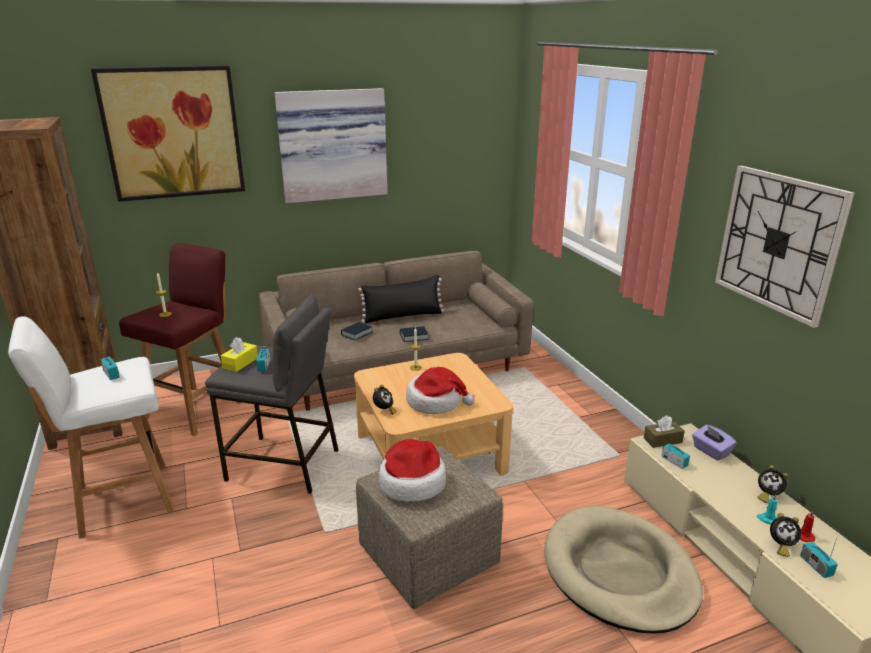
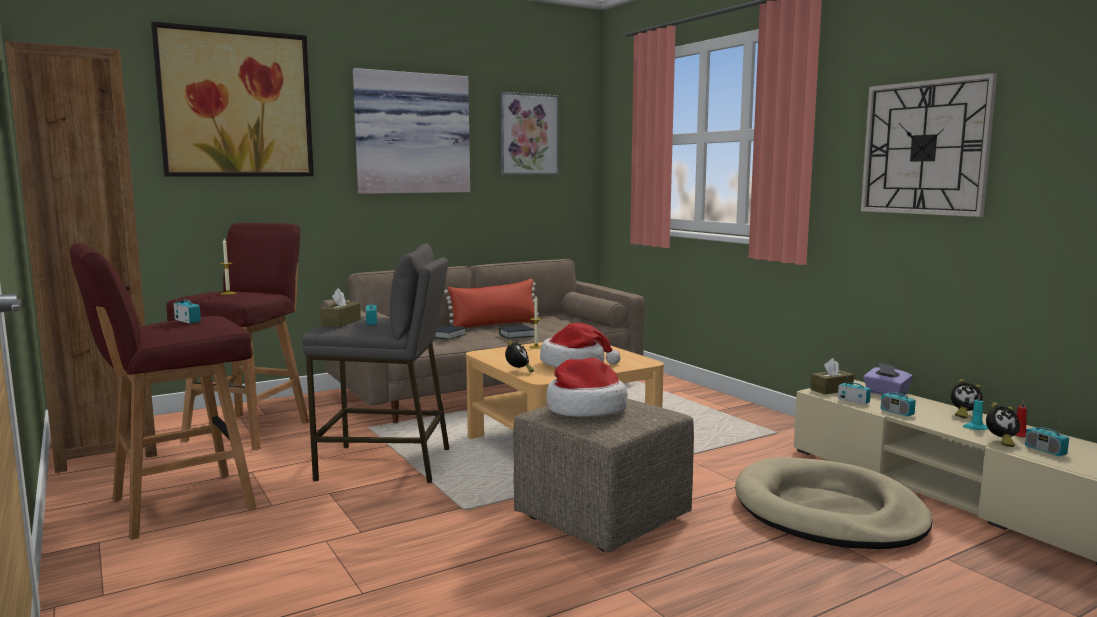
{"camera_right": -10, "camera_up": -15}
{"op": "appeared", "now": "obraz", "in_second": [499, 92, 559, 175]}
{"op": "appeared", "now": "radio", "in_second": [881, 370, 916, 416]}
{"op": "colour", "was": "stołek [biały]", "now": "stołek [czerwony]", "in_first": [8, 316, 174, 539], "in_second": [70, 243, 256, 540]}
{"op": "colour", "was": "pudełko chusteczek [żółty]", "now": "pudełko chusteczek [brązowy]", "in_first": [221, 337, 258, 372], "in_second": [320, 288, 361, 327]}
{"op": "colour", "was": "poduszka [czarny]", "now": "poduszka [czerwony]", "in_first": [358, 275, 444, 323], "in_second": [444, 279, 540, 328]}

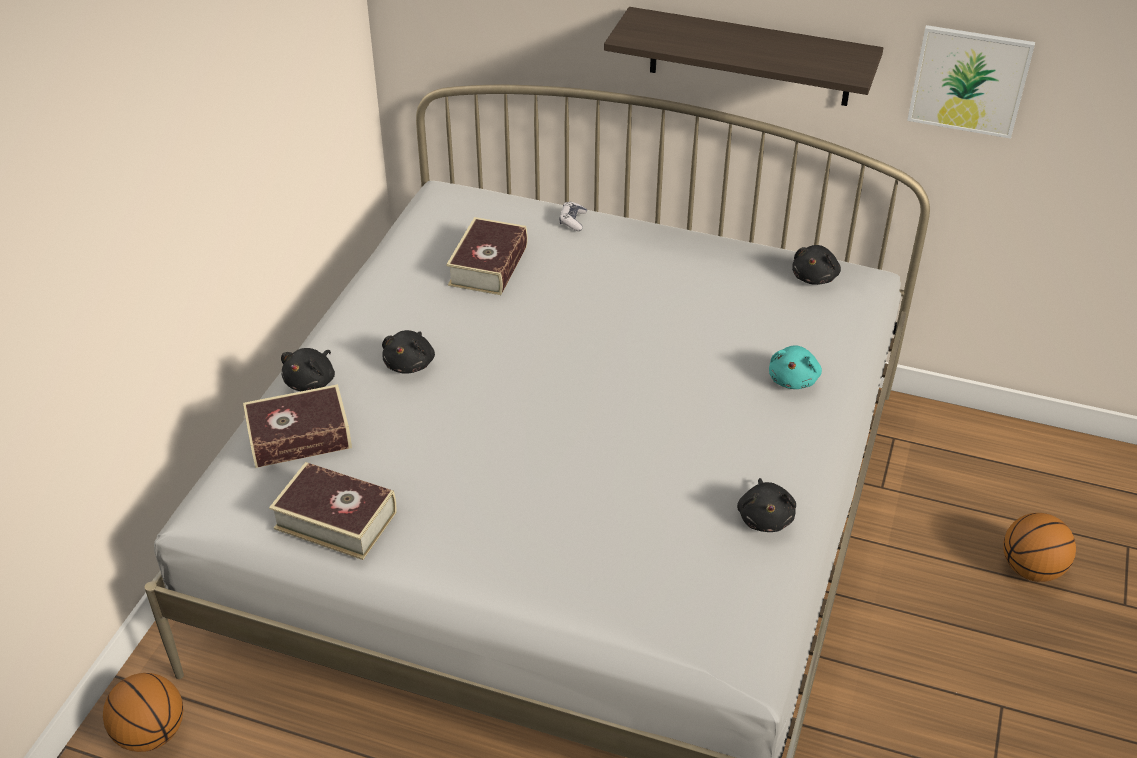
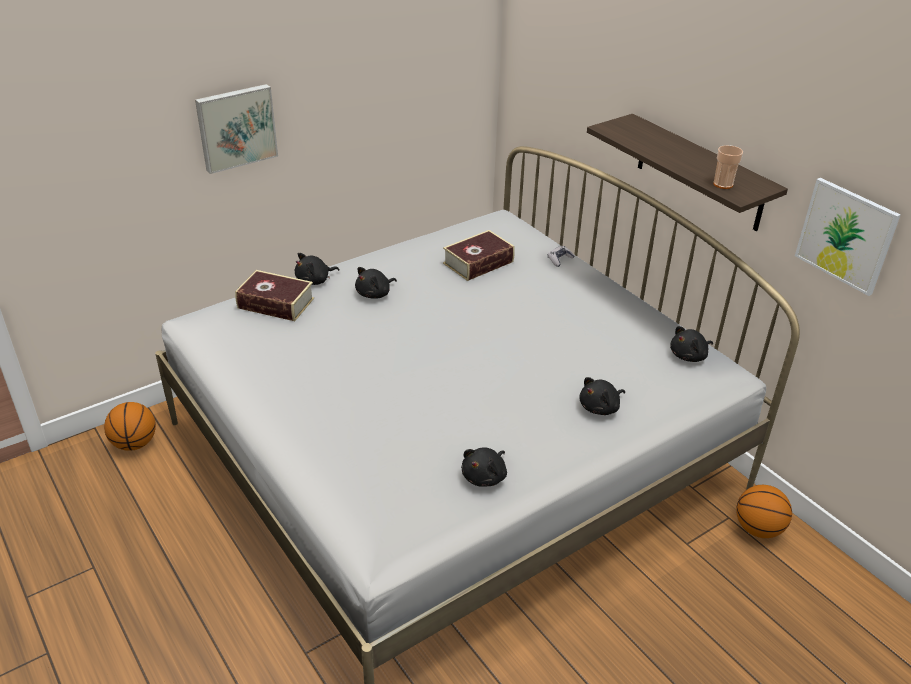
{"camera_right": 35, "camera_up": -5}
{"op": "missing", "was": "książka", "in_first": [269, 462, 396, 560]}
{"op": "appeared", "now": "obraz", "in_second": [195, 84, 278, 174]}
{"op": "appeared", "now": "filiżanka", "in_second": [713, 145, 743, 189]}
{"op": "relocated", "was": "piłka do koszykówki", "in_first": [1003, 513, 1076, 582], "in_second": [736, 485, 792, 538]}
{"op": "colour", "was": "pluszak [turkusowy]", "now": "pluszak [czarny]", "in_first": [769, 345, 822, 389], "in_second": [580, 377, 625, 415]}

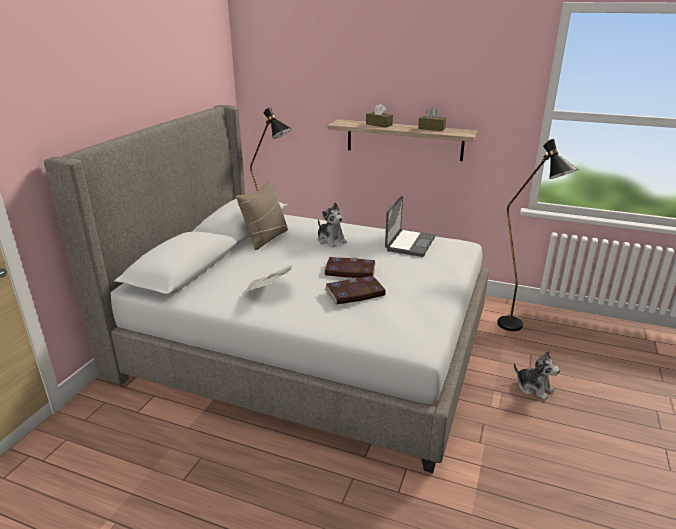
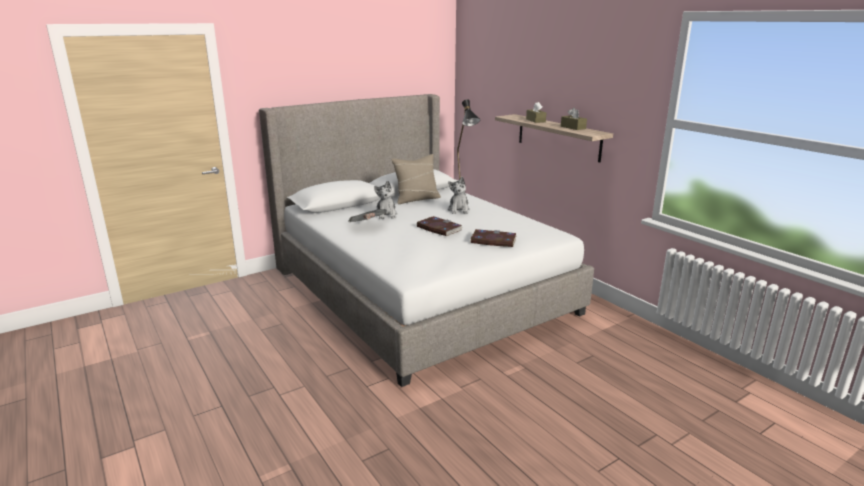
{"camera_right": 35, "camera_up": -5}
{"op": "missing", "was": "laptop", "in_first": [385, 196, 436, 257]}
{"op": "missing", "was": "lampa stojąca [czarny]", "in_first": [497, 139, 578, 331]}
{"op": "relocated", "was": "książka", "in_first": [325, 276, 386, 304], "in_second": [470, 229, 517, 247]}
{"op": "relocated", "was": "pluszak", "in_first": [514, 351, 560, 400], "in_second": [374, 181, 398, 219]}

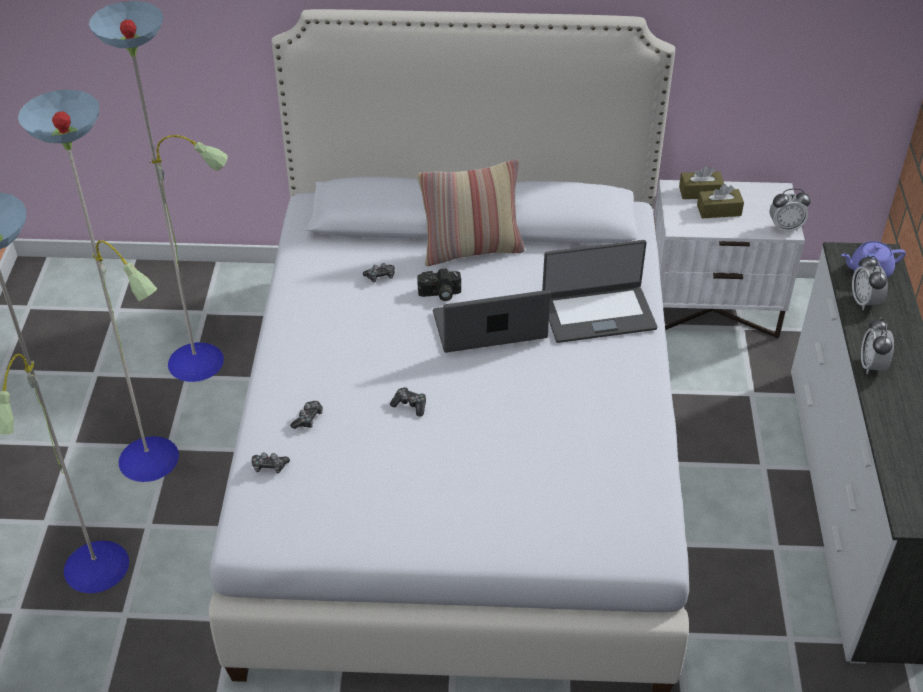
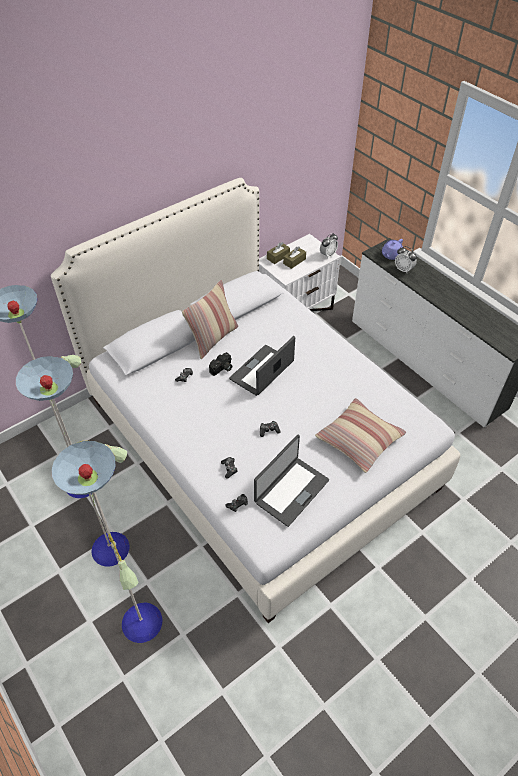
{"camera_right": -40, "camera_up": 5}
{"op": "missing", "was": "budzik", "in_first": [861, 318, 894, 374]}
{"op": "appeared", "now": "poduszka", "in_second": [315, 398, 406, 473]}
{"op": "relocated", "was": "laptop", "in_first": [542, 240, 657, 343], "in_second": [254, 435, 329, 527]}

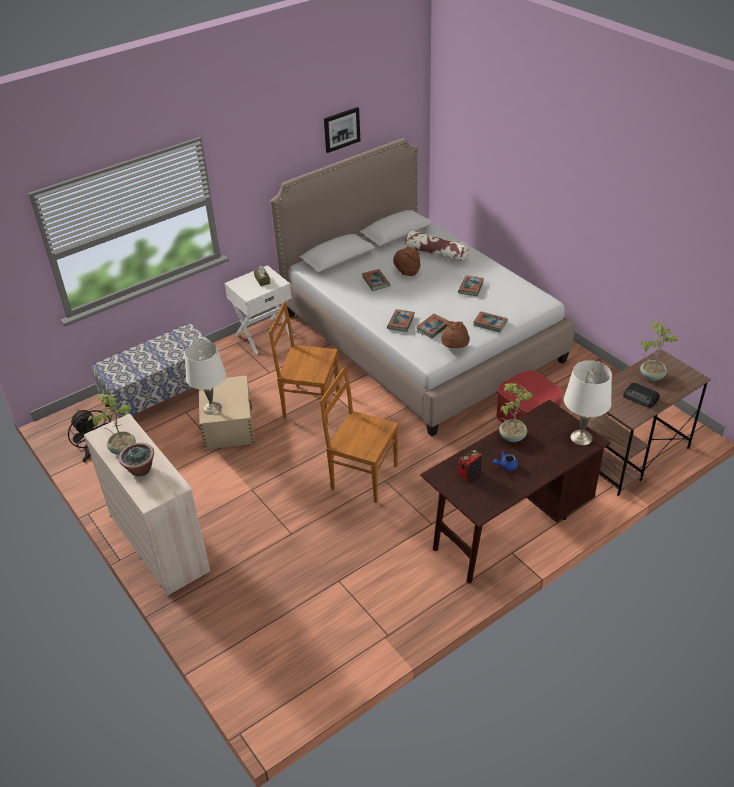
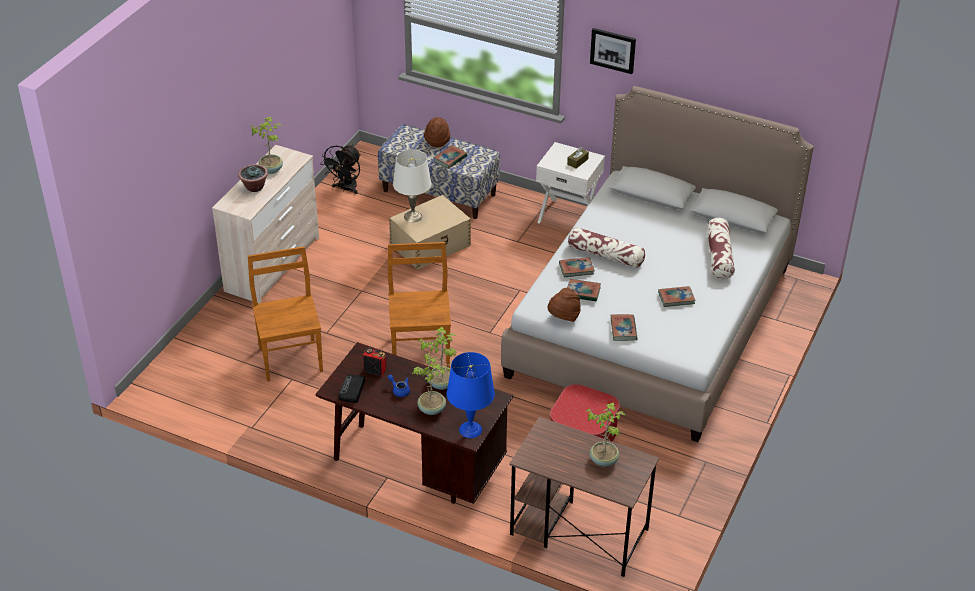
{"camera_right": 60, "camera_up": 0}
{"op": "appeared", "now": "roślina doniczkowa", "in_second": [412, 352, 451, 415]}
{"op": "appeared", "now": "poduszka", "in_second": [568, 227, 645, 268]}
{"op": "relocated", "was": "krzesło [brązowy]", "in_first": [269, 301, 339, 423], "in_second": [248, 246, 323, 382]}
{"op": "relocated", "was": "obraz", "in_first": [324, 107, 360, 153], "in_second": [590, 28, 636, 74]}
{"op": "relocated", "was": "książka", "in_first": [362, 269, 390, 291], "in_second": [433, 145, 467, 169]}
{"op": "relocated", "was": "kapelusz [brązowy]", "in_first": [393, 247, 420, 276], "in_second": [424, 117, 450, 147]}
{"op": "relocated", "was": "radio", "in_first": [623, 383, 660, 408], "in_second": [338, 375, 365, 403]}
{"op": "colour", "was": "lampa stołowa [biały]", "now": "lampa stołowa [niebieski]", "in_first": [564, 360, 612, 445], "in_second": [447, 352, 495, 438]}

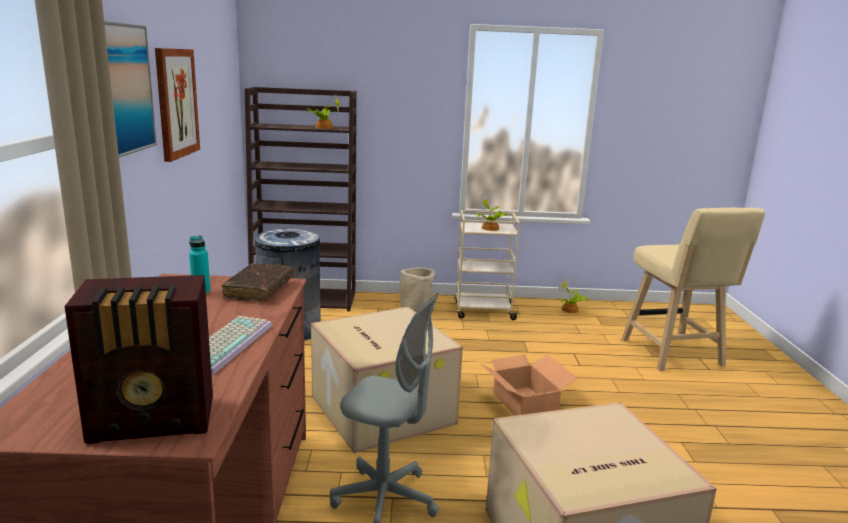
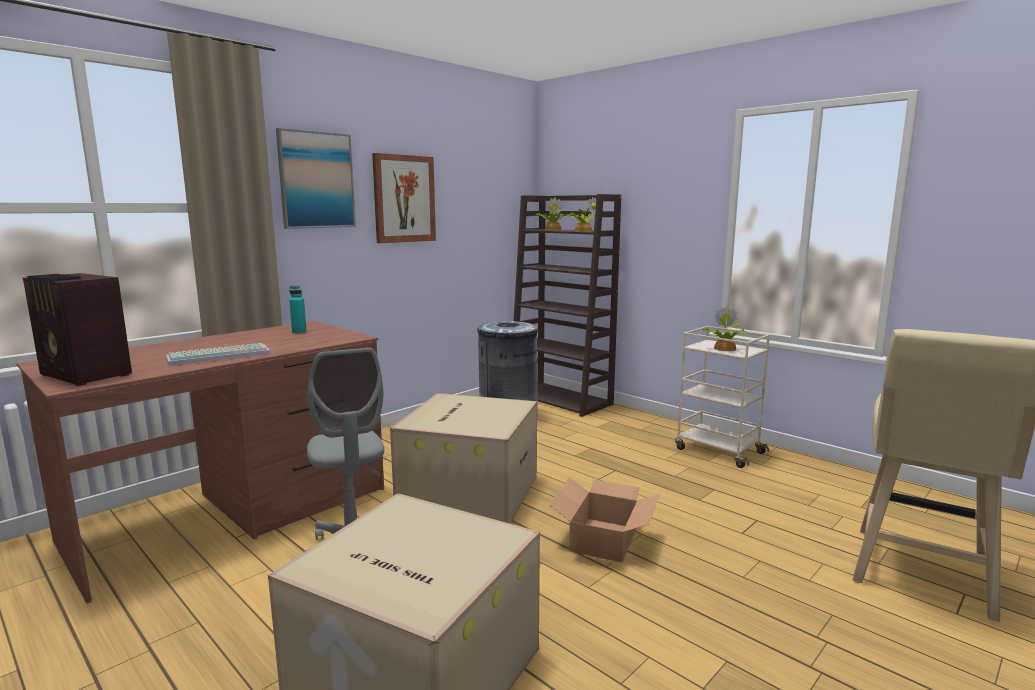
{"camera_right": 45, "camera_up": -5}
{"op": "missing", "was": "książka [brązowy]", "in_first": [222, 263, 293, 301]}
{"op": "missing", "was": "donica [beżowy]", "in_first": [400, 267, 435, 312]}
{"op": "relocated", "was": "roślina doniczkowa", "in_first": [558, 278, 590, 313], "in_second": [535, 197, 570, 230]}

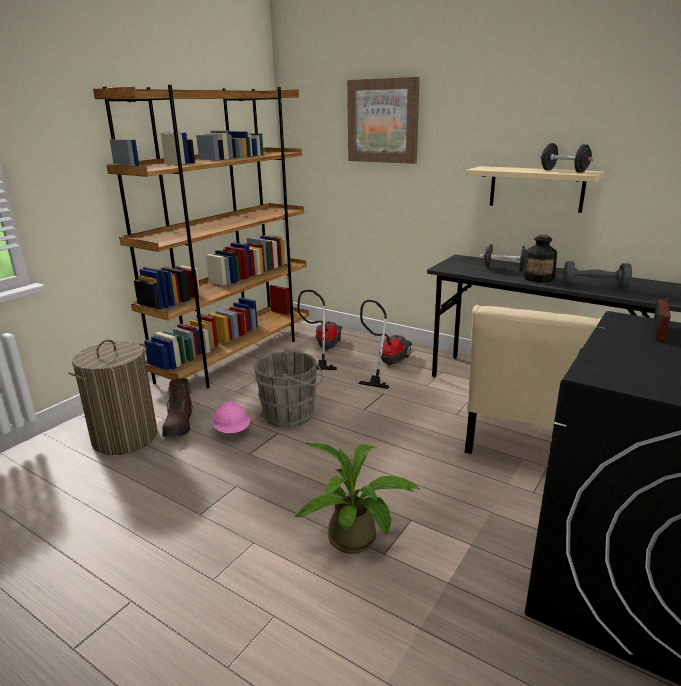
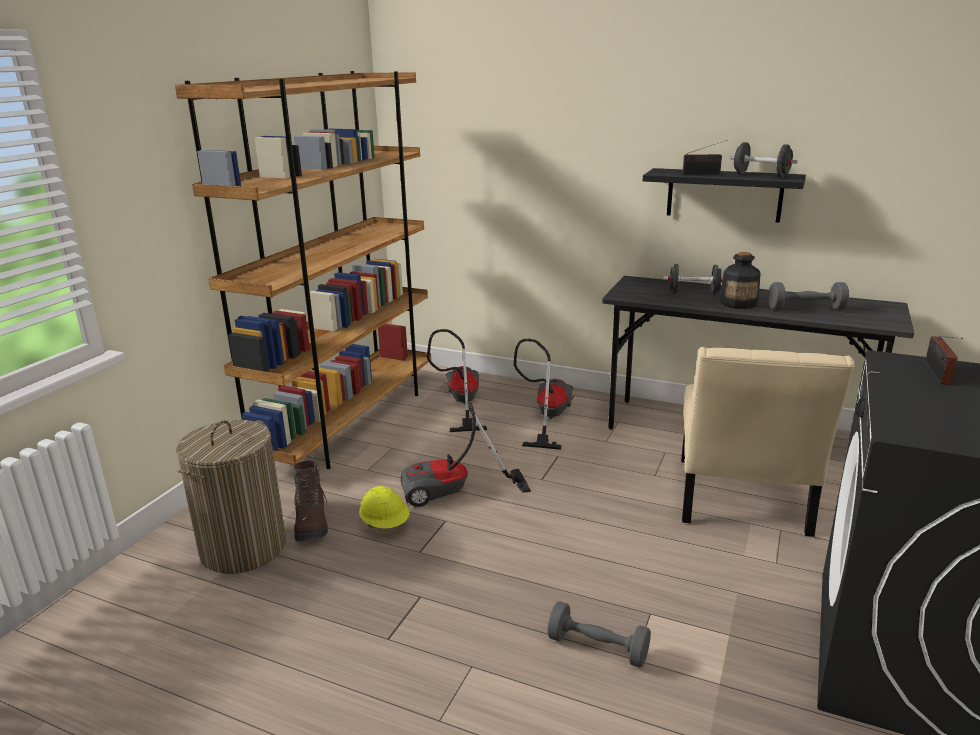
{"camera_right": -10, "camera_up": 0}
{"op": "missing", "was": "obraz", "in_first": [347, 77, 420, 164]}
{"op": "appeared", "now": "radio", "in_second": [682, 140, 727, 174]}
{"op": "exchanged", "was": "wiadro [szary]", "now": "odkurzacz", "in_first": [254, 349, 323, 428], "in_second": [400, 402, 531, 507]}
{"op": "exchanged", "was": "roślina doniczkowa", "now": "hantel [szary]", "in_first": [295, 443, 420, 554], "in_second": [547, 602, 651, 667]}
{"op": "colour", "was": "kask [różowy]", "now": "kask [żółty]", "in_first": [212, 401, 250, 433], "in_second": [359, 486, 409, 528]}
{"op": "colour", "was": "półka [beżowy]", "now": "półka [czarny]", "in_first": [465, 166, 605, 213], "in_second": [643, 168, 806, 223]}

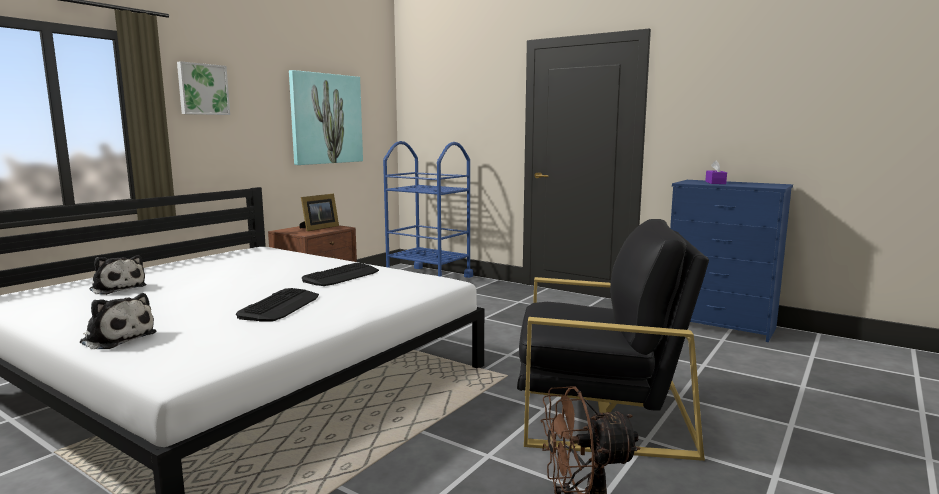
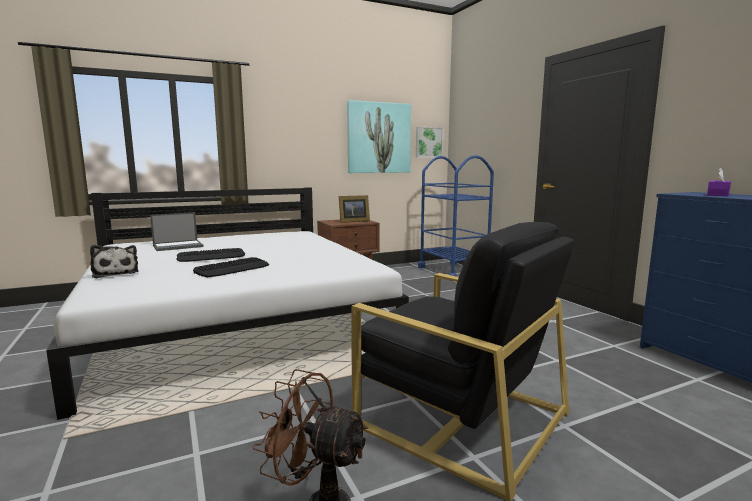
{"camera_right": 30, "camera_up": 0}
{"op": "relocated", "was": "obraz", "in_first": [177, 61, 230, 115], "in_second": [416, 127, 443, 158]}
{"op": "relocated", "was": "klawiatura", "in_first": [302, 263, 379, 286], "in_second": [176, 248, 245, 262]}
{"op": "exchanged", "was": "pluszak", "now": "laptop", "in_first": [90, 255, 146, 295], "in_second": [150, 212, 204, 251]}

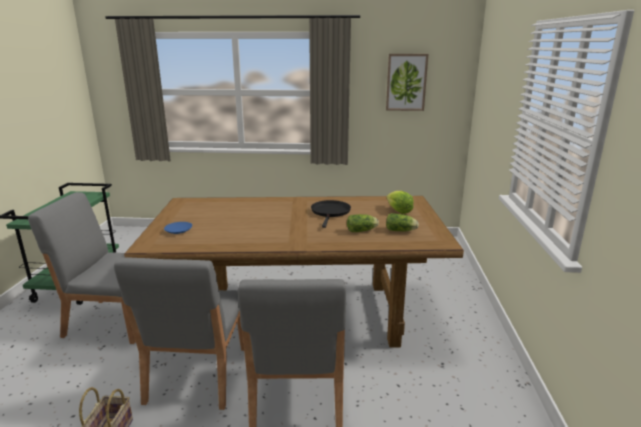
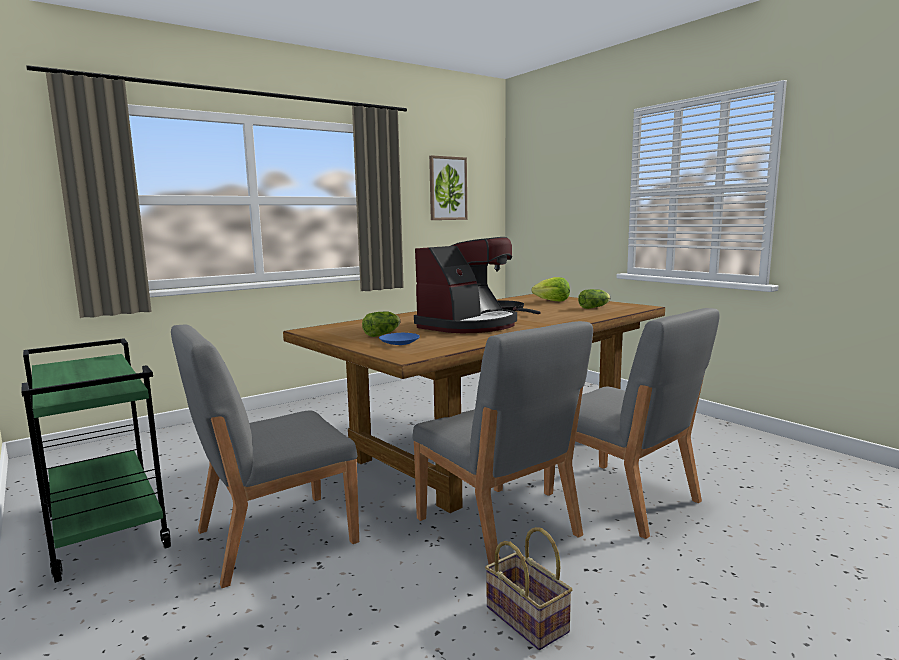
{"camera_right": -40, "camera_up": -10}
{"op": "appeared", "now": "ekspres do kawy", "in_second": [414, 237, 517, 333]}
{"op": "relocated", "was": "sałata", "in_first": [347, 214, 379, 232], "in_second": [362, 311, 400, 337]}

